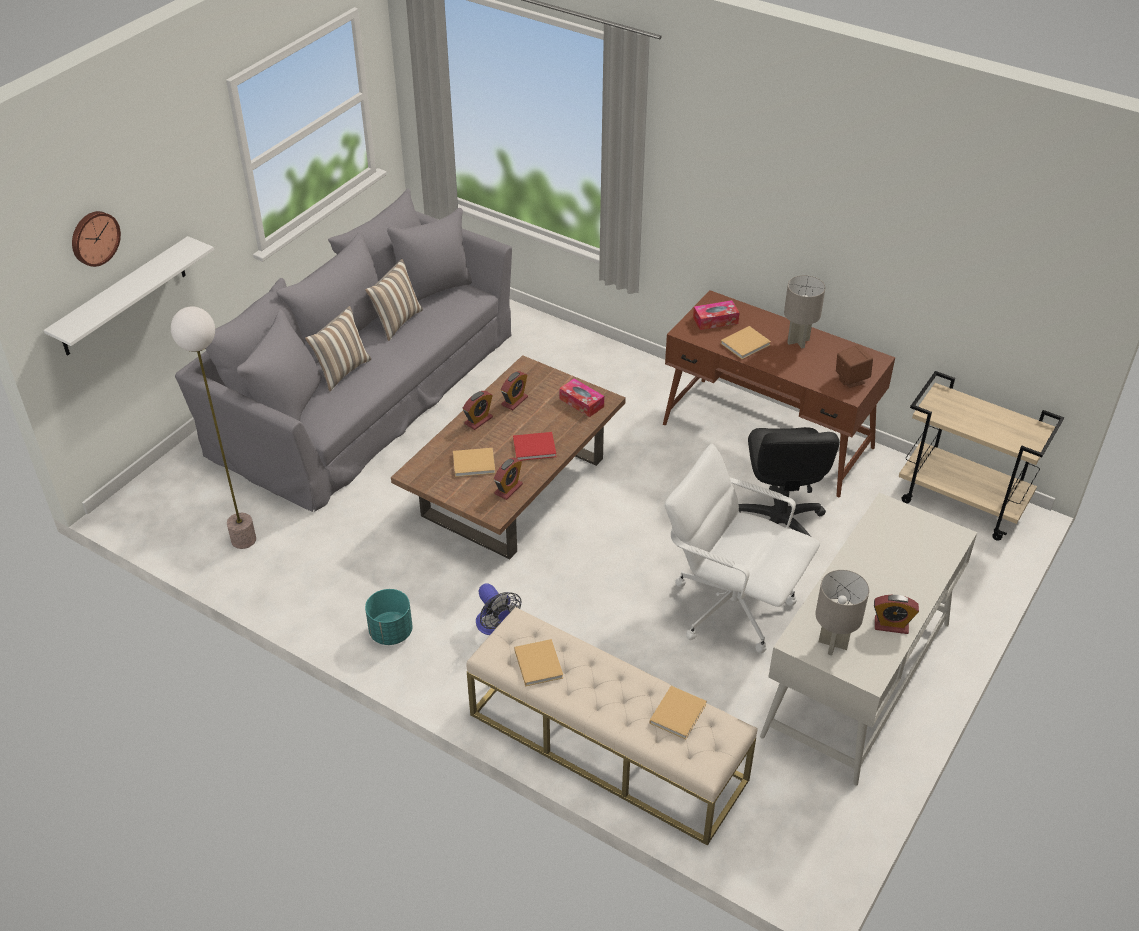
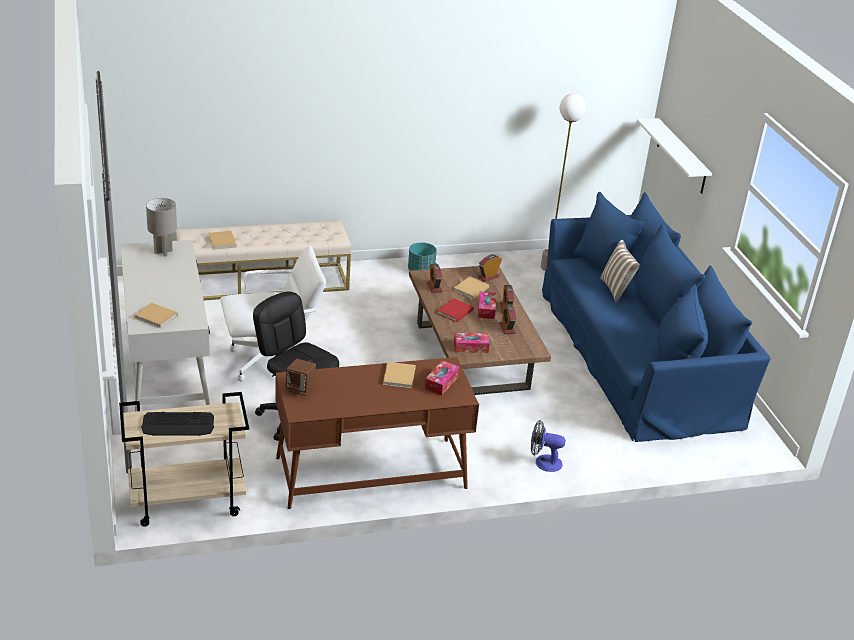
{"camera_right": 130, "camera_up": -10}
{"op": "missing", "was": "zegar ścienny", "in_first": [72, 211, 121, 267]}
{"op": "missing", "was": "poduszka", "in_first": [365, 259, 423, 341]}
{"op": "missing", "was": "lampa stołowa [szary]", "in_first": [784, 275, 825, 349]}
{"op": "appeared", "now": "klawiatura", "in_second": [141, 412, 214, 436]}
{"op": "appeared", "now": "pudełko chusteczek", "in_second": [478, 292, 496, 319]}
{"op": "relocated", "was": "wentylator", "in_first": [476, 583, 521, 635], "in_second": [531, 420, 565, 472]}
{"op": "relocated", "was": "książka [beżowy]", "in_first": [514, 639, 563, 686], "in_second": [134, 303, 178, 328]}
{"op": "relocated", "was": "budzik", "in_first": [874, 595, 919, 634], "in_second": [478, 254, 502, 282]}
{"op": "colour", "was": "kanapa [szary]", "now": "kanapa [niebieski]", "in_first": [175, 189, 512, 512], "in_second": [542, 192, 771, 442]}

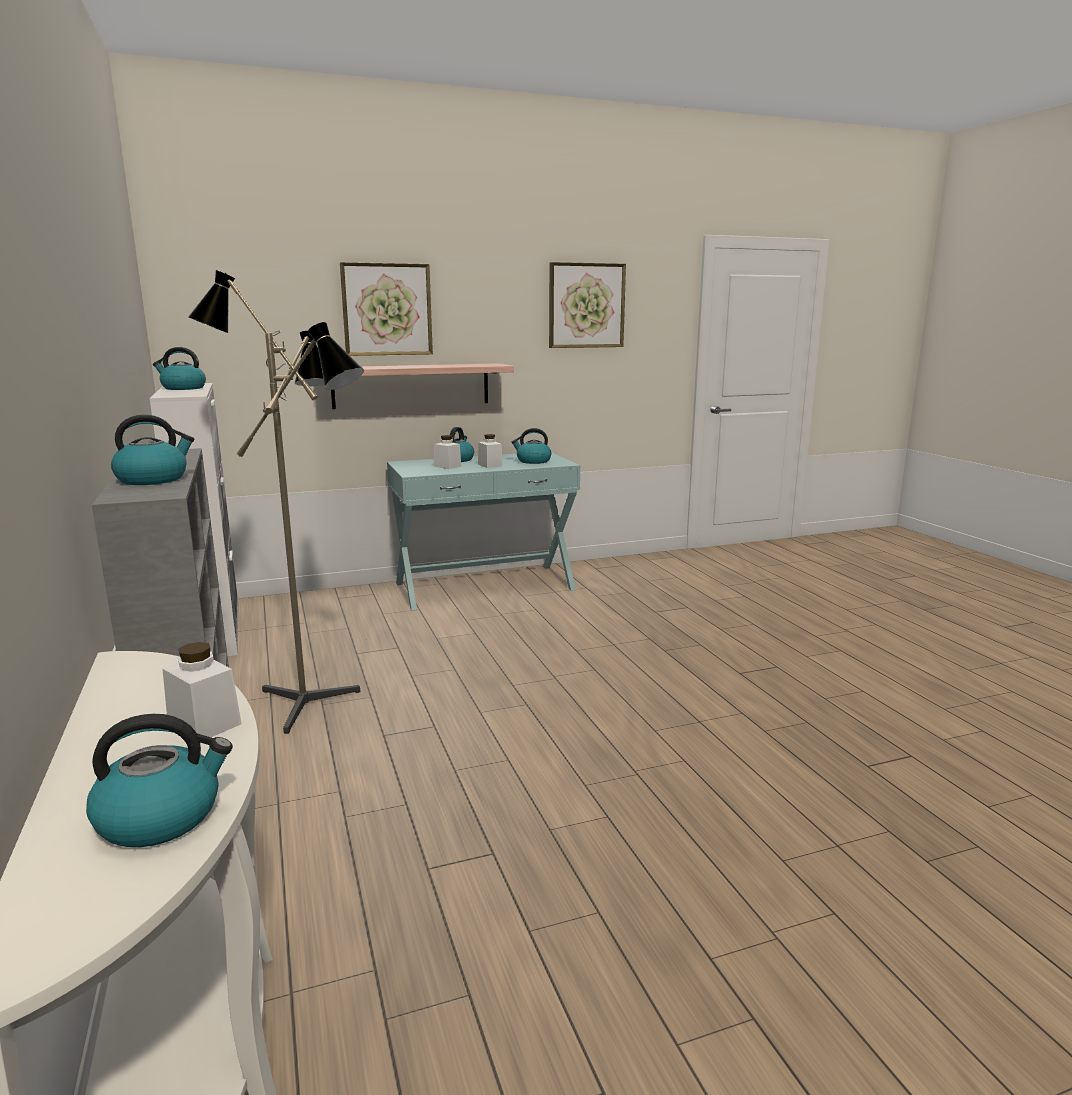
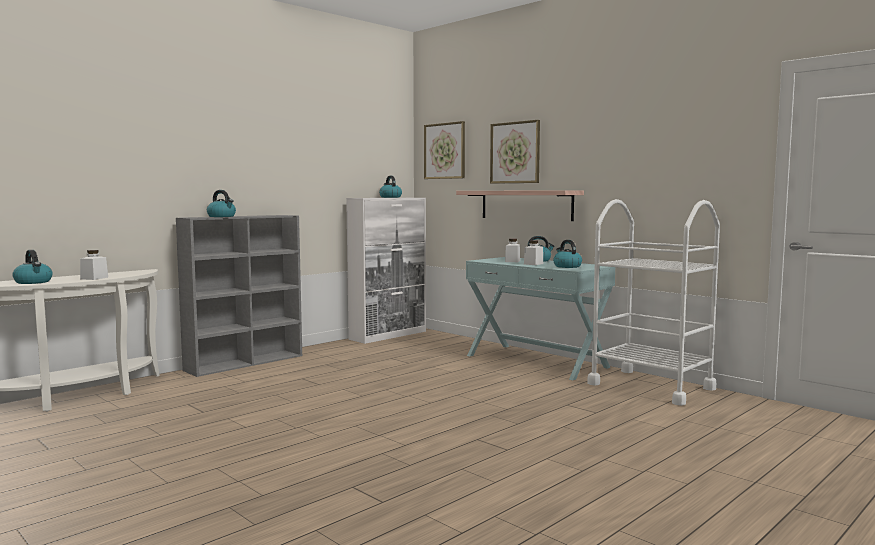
{"camera_right": 65, "camera_up": -10}
{"op": "missing", "was": "lampa stojąca", "in_first": [188, 270, 364, 734]}
{"op": "appeared", "now": "wózek [biały]", "in_second": [587, 199, 720, 406]}
{"op": "relocated", "was": "obraz", "in_first": [549, 262, 626, 348], "in_second": [424, 121, 465, 179]}

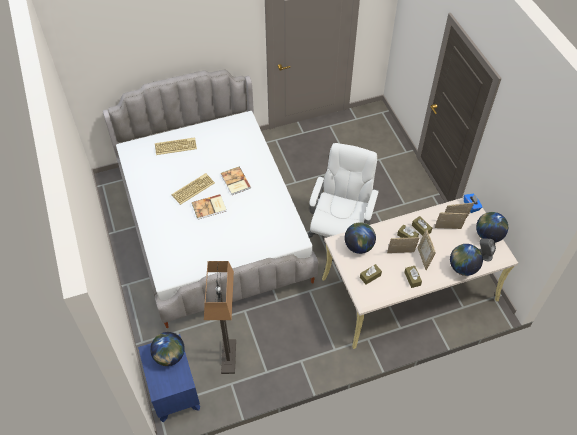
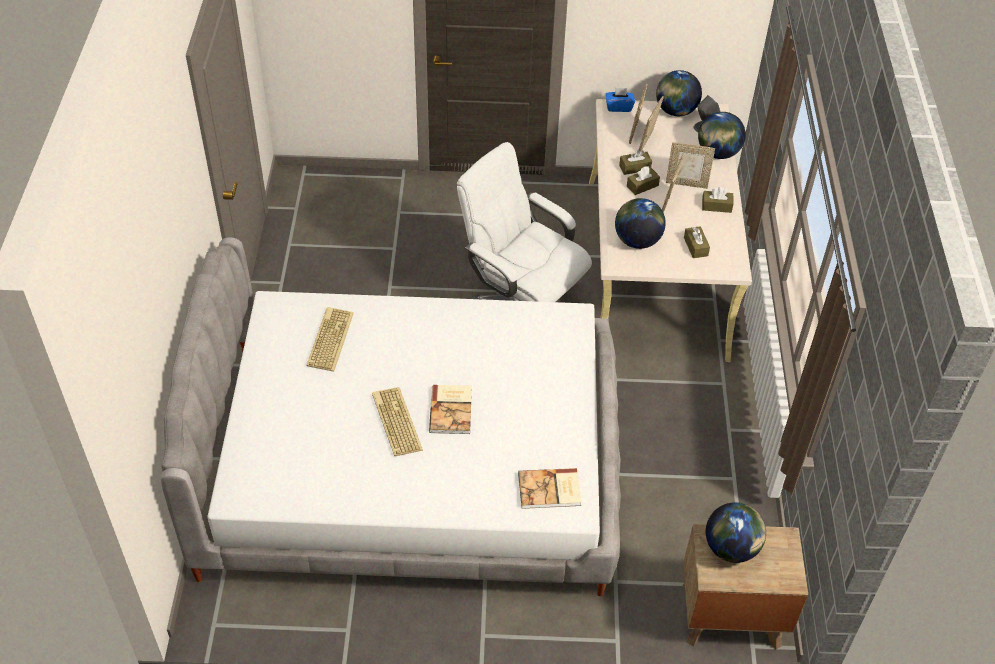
{"camera_right": -70, "camera_up": -5}
{"op": "missing", "was": "lampa stojąca", "in_first": [204, 261, 236, 374]}
{"op": "relocated", "was": "klawiatura", "in_first": [155, 137, 197, 155], "in_second": [306, 307, 354, 372]}
{"op": "relocated", "was": "książka", "in_first": [221, 167, 251, 195], "in_second": [518, 468, 582, 509]}
{"op": "colour", "was": "szafka nocna [niebieski]", "now": "szafka nocna [brązowy]", "in_first": [138, 334, 200, 423], "in_second": [682, 524, 808, 650]}

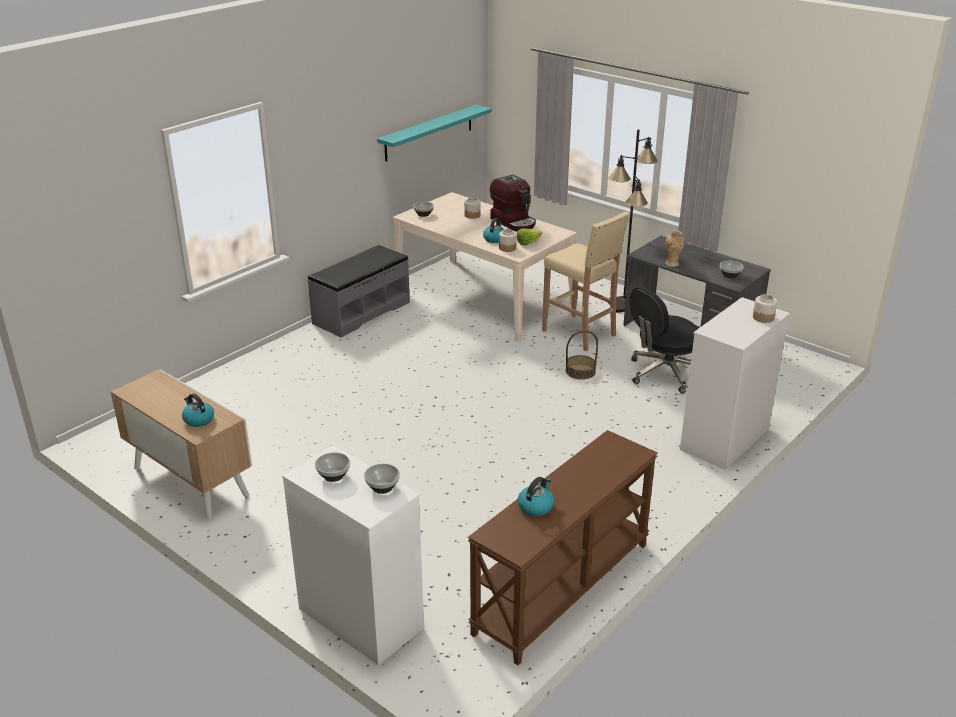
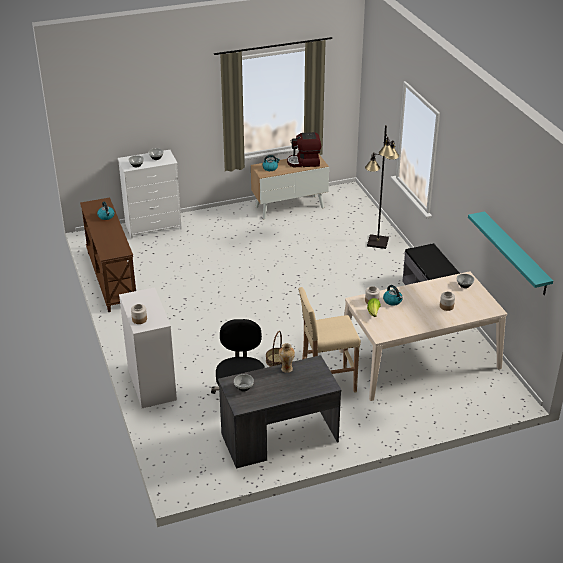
{"camera_right": 120, "camera_up": 5}
{"op": "relocated", "was": "ekspres do kawy", "in_first": [490, 175, 536, 231], "in_second": [287, 132, 321, 167]}
{"op": "relocated", "was": "lampa stojąca [czarny]", "in_first": [608, 129, 658, 313], "in_second": [365, 125, 399, 249]}

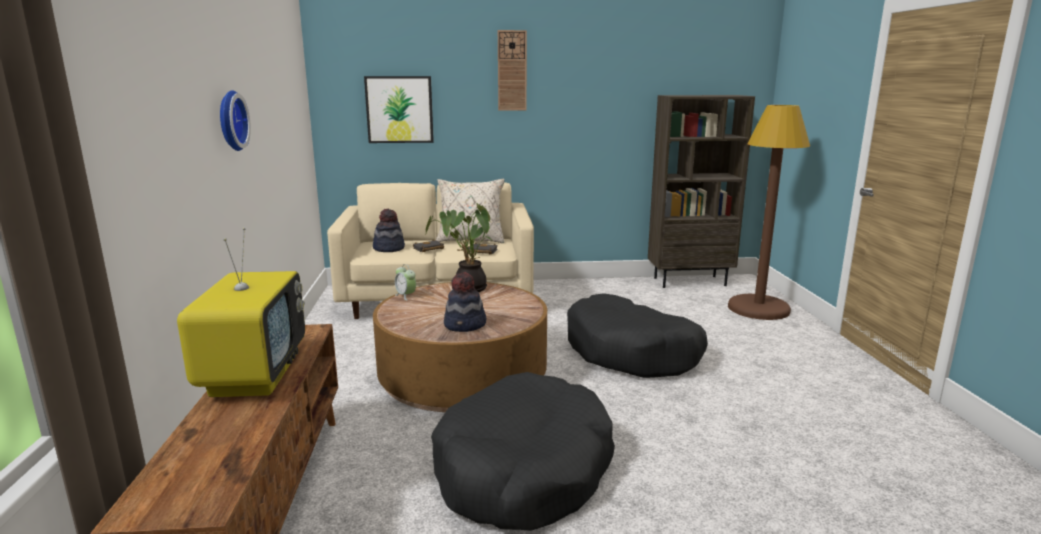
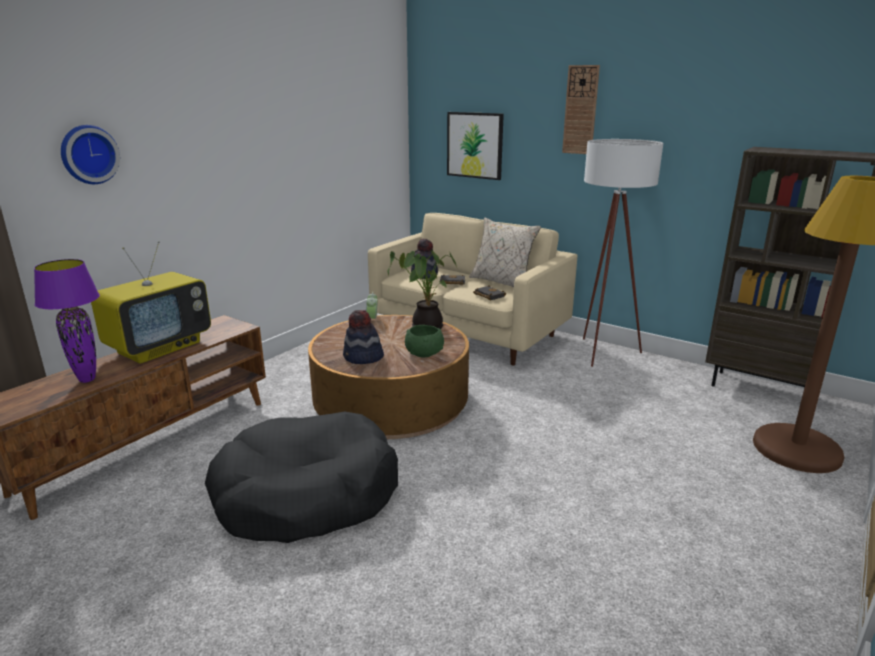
{"camera_right": 40, "camera_up": 5}
{"op": "missing", "was": "legowisko [czarny]", "in_first": [567, 293, 708, 378]}
{"op": "appeared", "now": "lampa stołowa [fioletowy]", "in_second": [34, 259, 100, 383]}
{"op": "appeared", "now": "miska [zielony]", "in_second": [405, 325, 444, 358]}
{"op": "appeared", "now": "lampa stojąca [biały]", "in_second": [583, 139, 663, 367]}
{"op": "relocated", "was": "zegar ścienny", "in_first": [220, 90, 251, 151], "in_second": [61, 125, 120, 184]}

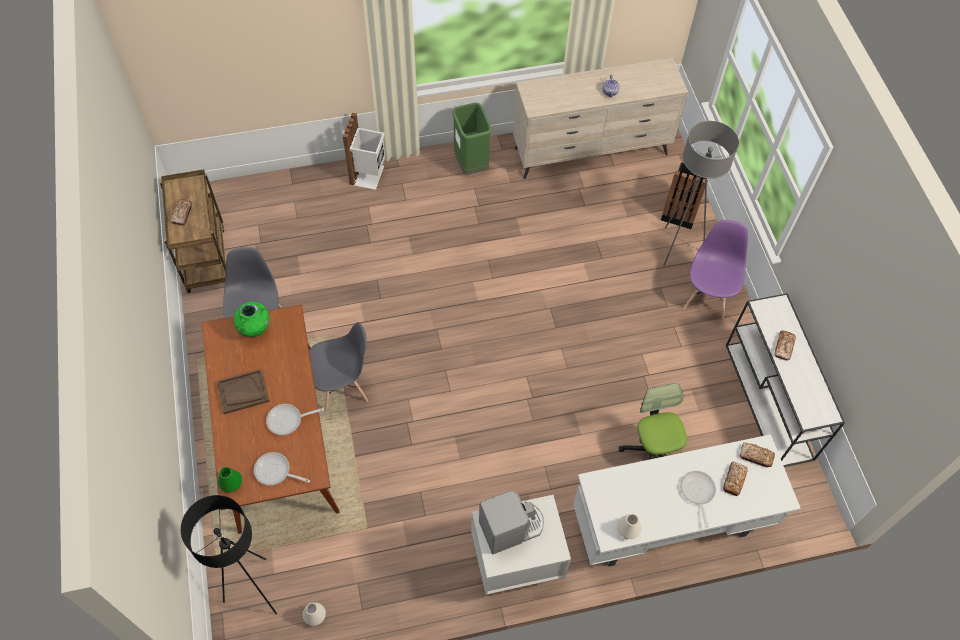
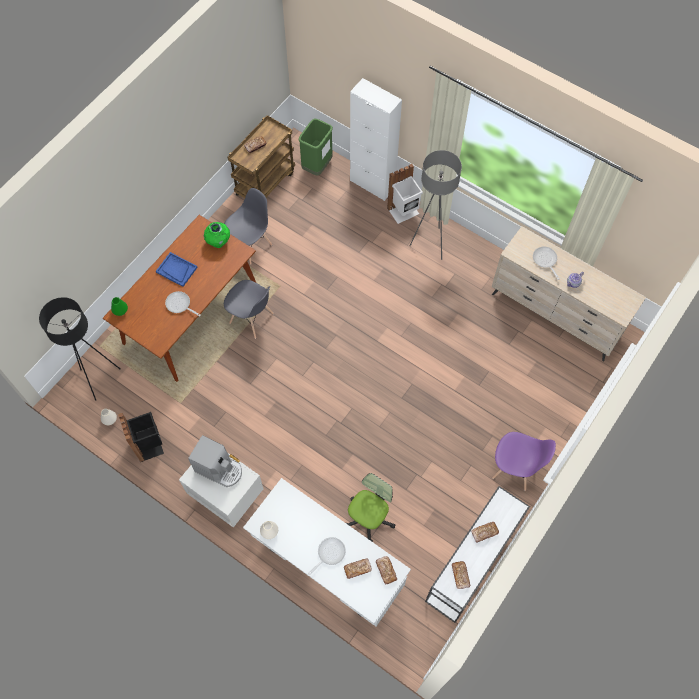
{"camera_right": 50, "camera_up": 5}
{"op": "appeared", "now": "szafka [biały]", "in_second": [350, 78, 402, 201]}
{"op": "appeared", "now": "chleb", "in_second": [452, 561, 470, 589]}
{"op": "relocated", "was": "patelnia", "in_first": [254, 452, 310, 486], "in_second": [533, 246, 559, 280]}
{"op": "relocated", "was": "kosz na śmieci [zielony]", "in_first": [452, 103, 492, 175], "in_second": [298, 119, 333, 176]}
{"op": "relocated", "was": "kosz na śmieci [czarny]", "in_first": [661, 162, 708, 229], "in_second": [118, 412, 164, 462]}
{"op": "relocated", "was": "lampa stojąca [szary]", "in_first": [663, 121, 739, 266], "in_second": [410, 150, 462, 260]}
{"op": "colour", "was": "taca [brązowy]", "now": "taca [niebieski]", "in_first": [216, 369, 270, 414], "in_second": [156, 252, 198, 287]}
{"op": "spun", "was": "krzesło [fioletowy]", "in_first": [683, 220, 748, 319], "in_second": [492, 432, 556, 491], "clockwise": 45}

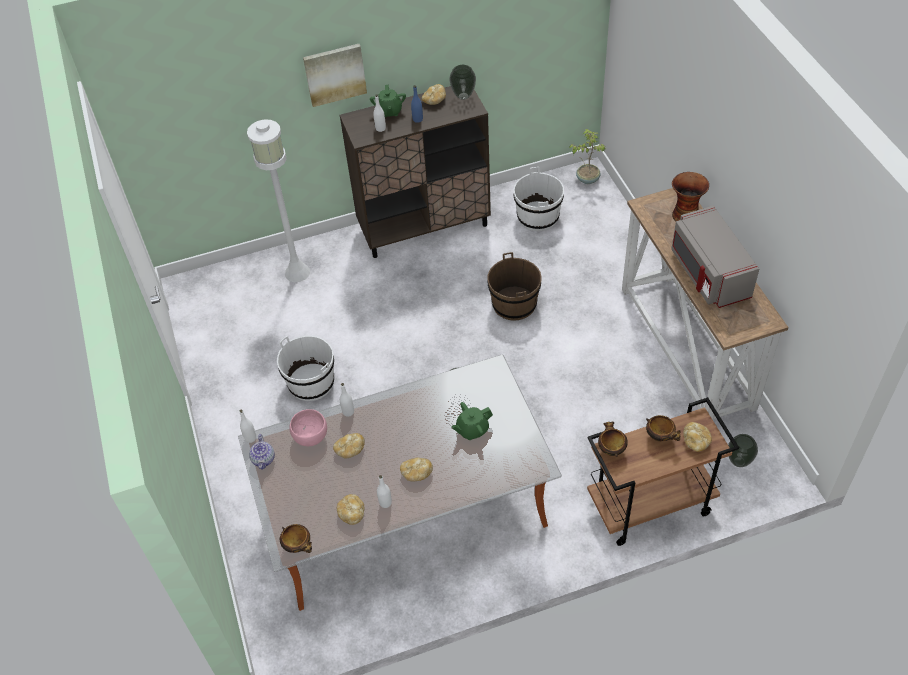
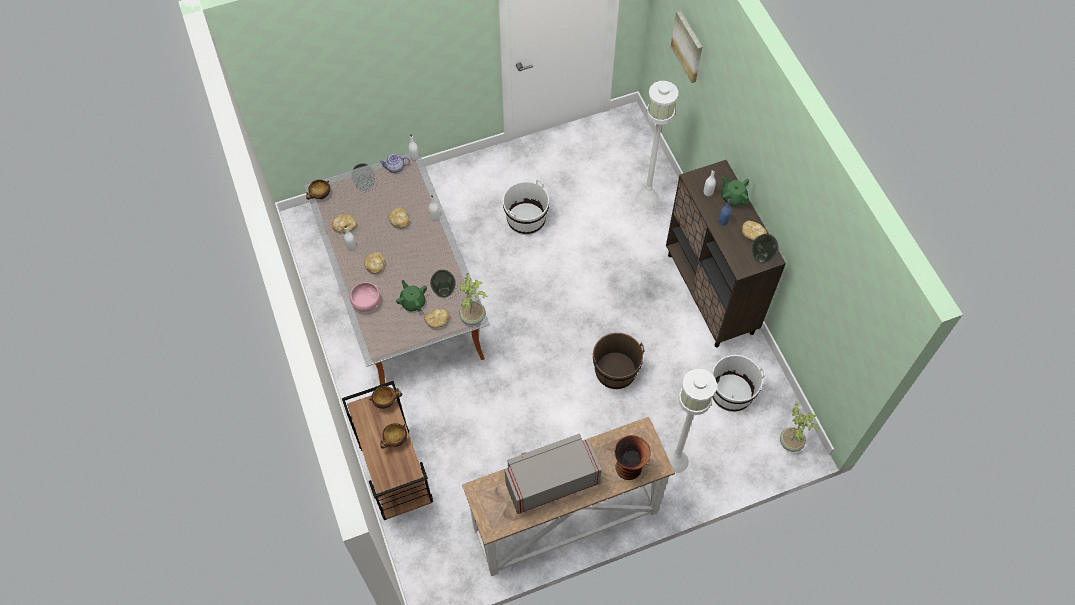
{"camera_right": 85, "camera_up": 10}
{"op": "appeared", "now": "roślina doniczkowa", "in_second": [459, 273, 487, 325]}
{"op": "appeared", "now": "lampa stojąca [biały]", "in_second": [666, 369, 717, 473]}
{"op": "relocated", "was": "miska [różowy]", "in_first": [290, 409, 327, 446], "in_second": [350, 282, 380, 312]}
{"op": "relocated", "was": "obraz", "in_first": [303, 44, 367, 107], "in_second": [671, 10, 702, 83]}
{"op": "relocated", "was": "chleb", "in_first": [683, 422, 712, 452], "in_second": [424, 309, 450, 328]}
{"op": "relocated", "was": "wazon", "in_first": [728, 434, 758, 467], "in_second": [351, 163, 375, 191]}
{"op": "spun", "was": "imbryk [zielony]", "in_first": [370, 85, 406, 117], "in_second": [721, 176, 749, 207], "clockwise": 60}

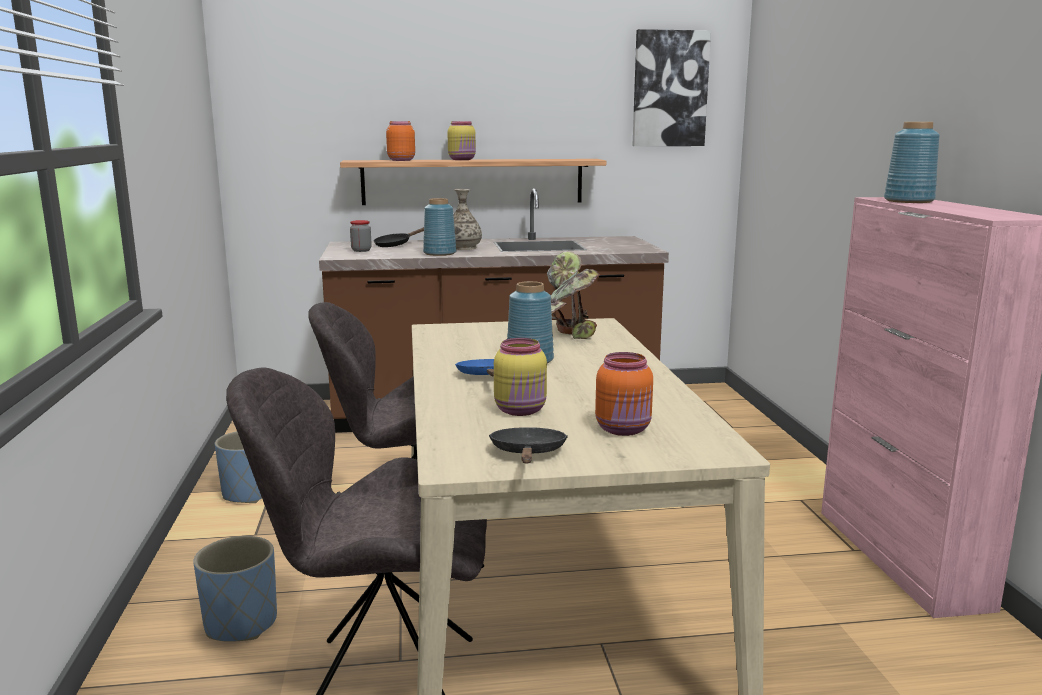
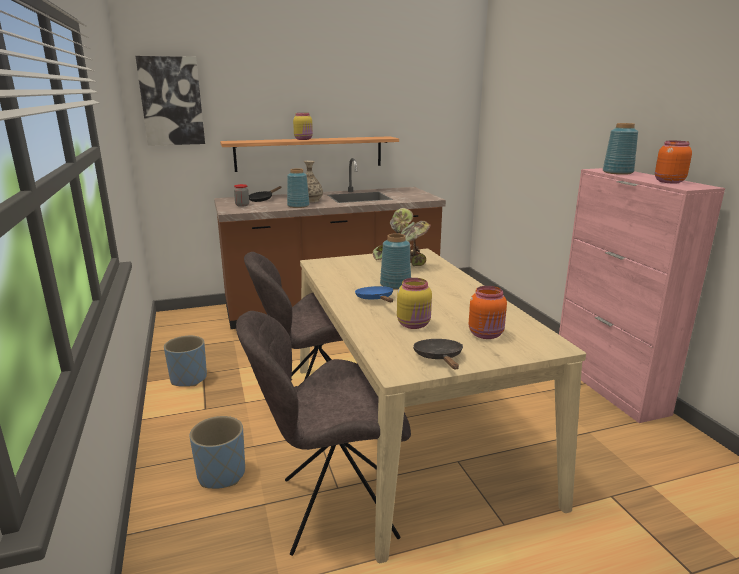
{"camera_right": -10, "camera_up": 5}
{"op": "relocated", "was": "słoik [pomarańczowy]", "in_first": [386, 121, 415, 161], "in_second": [655, 141, 692, 183]}
{"op": "relocated", "was": "obraz", "in_first": [632, 29, 711, 146], "in_second": [136, 56, 205, 146]}

